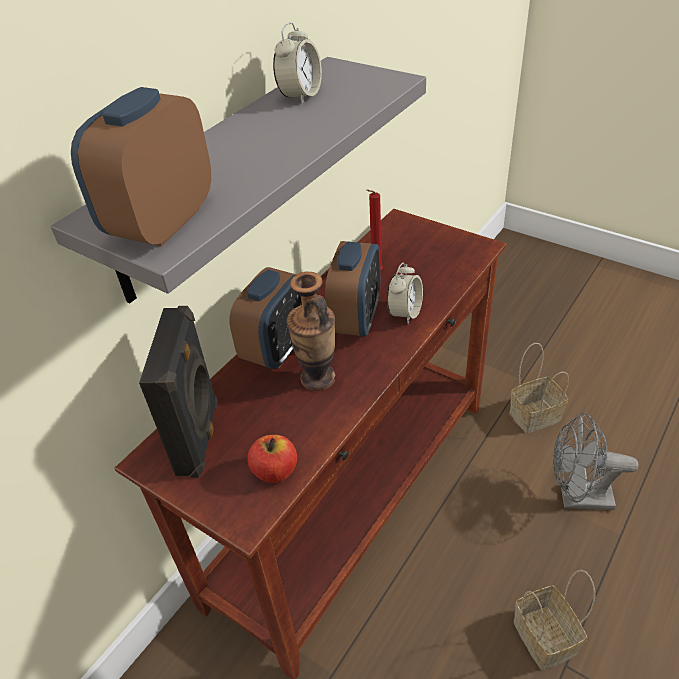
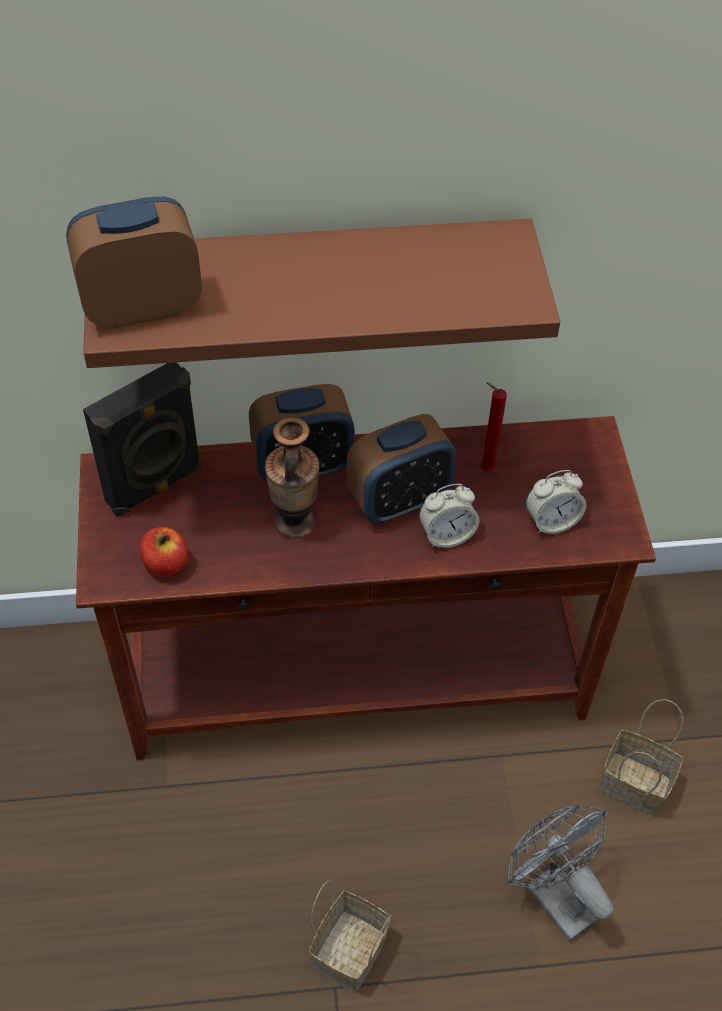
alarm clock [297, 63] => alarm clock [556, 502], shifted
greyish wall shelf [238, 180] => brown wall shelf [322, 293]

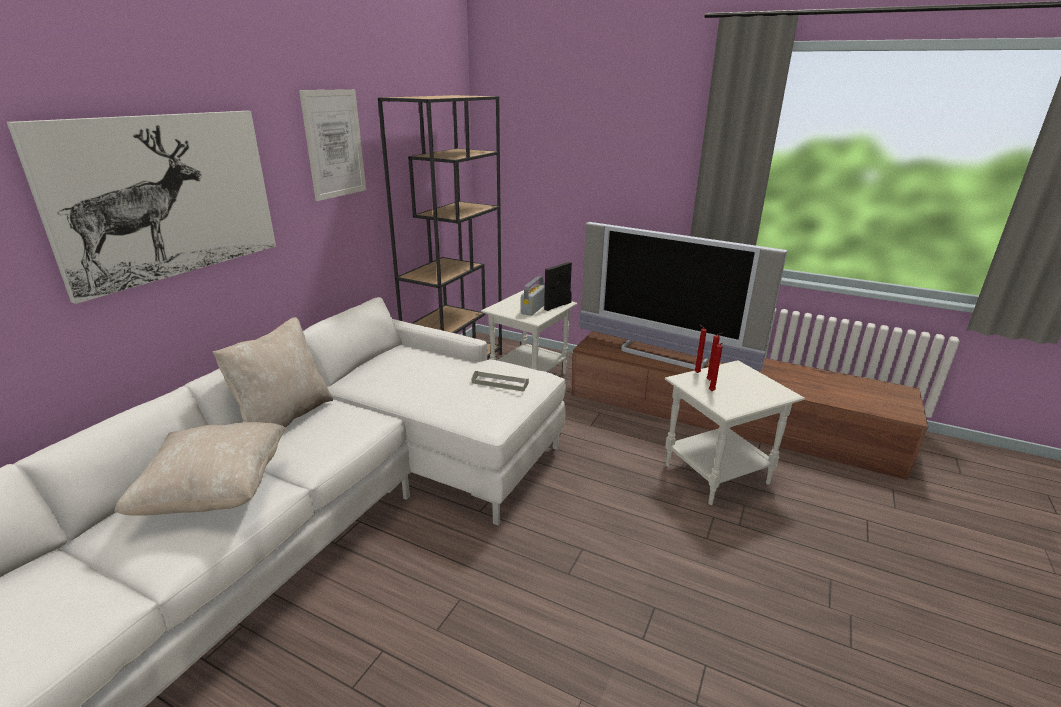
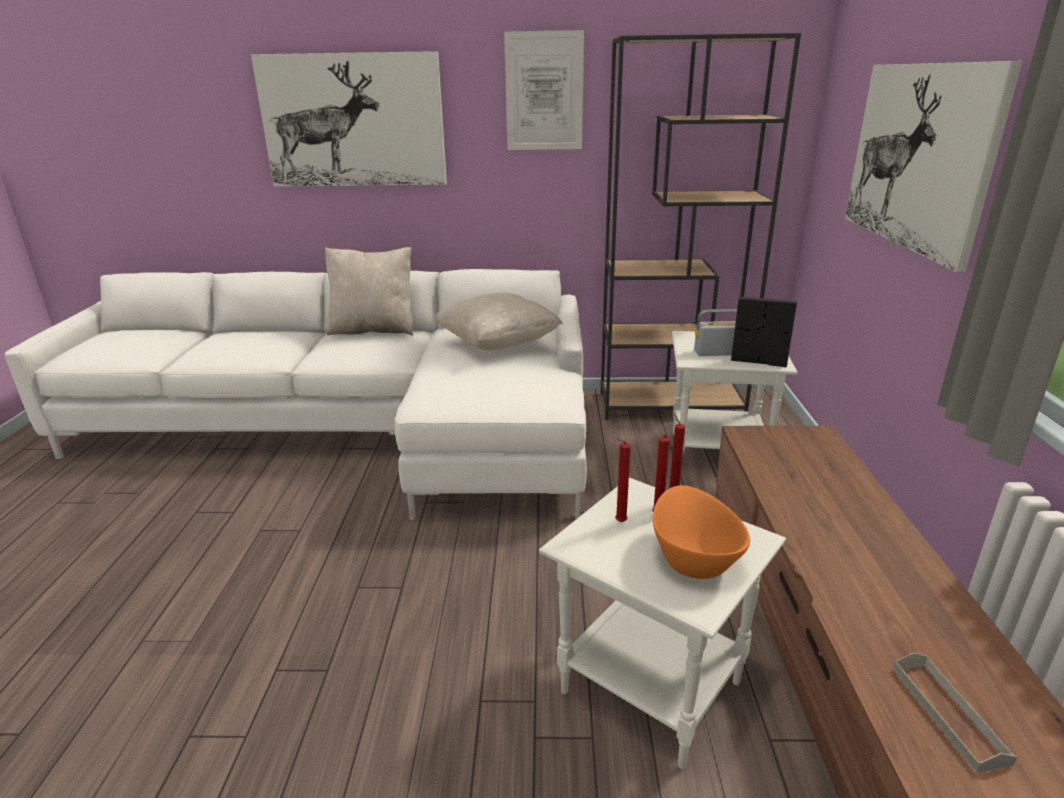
TV [683, 297] => nothing
greyish tray [500, 381] => greyish tray [955, 712], shifted
beige-coloured throw pillow [200, 469] => beige-coloured throw pillow [499, 321], shifted
nothing => wall picture [934, 166]
nothing => orangey serving bowl [701, 532]

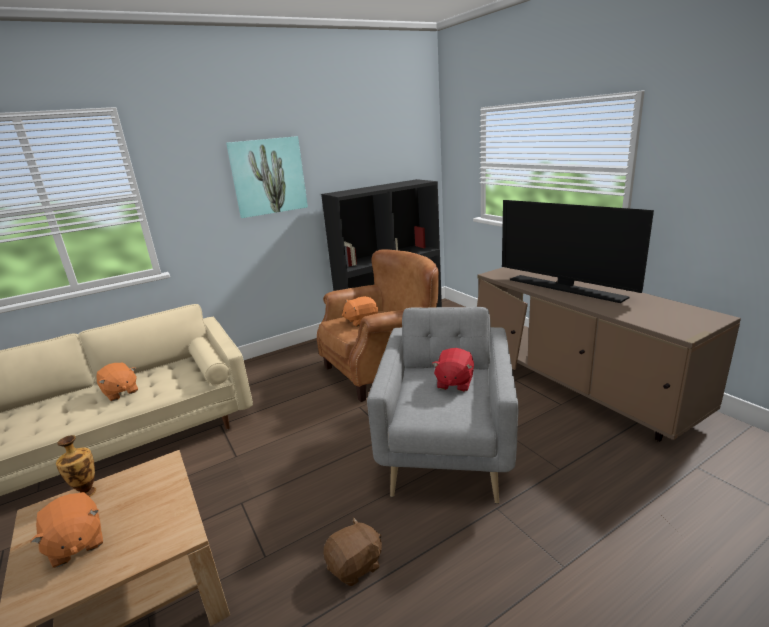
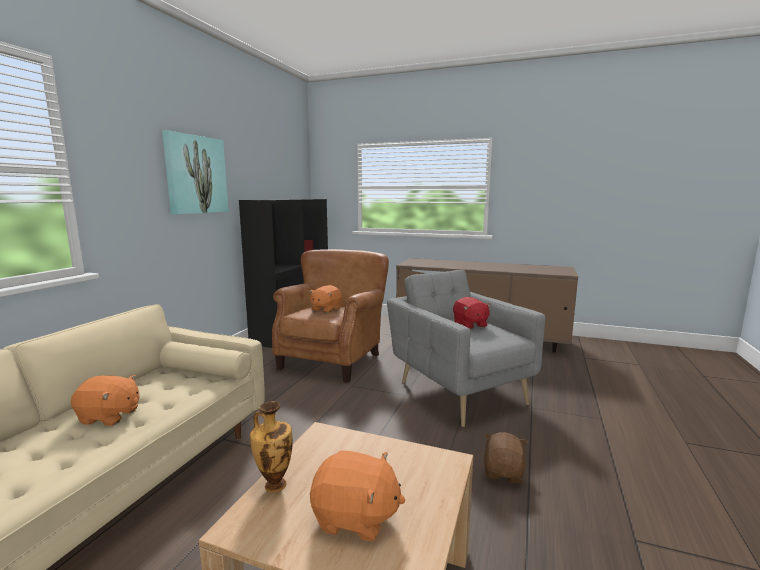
TV [578, 251] => nothing

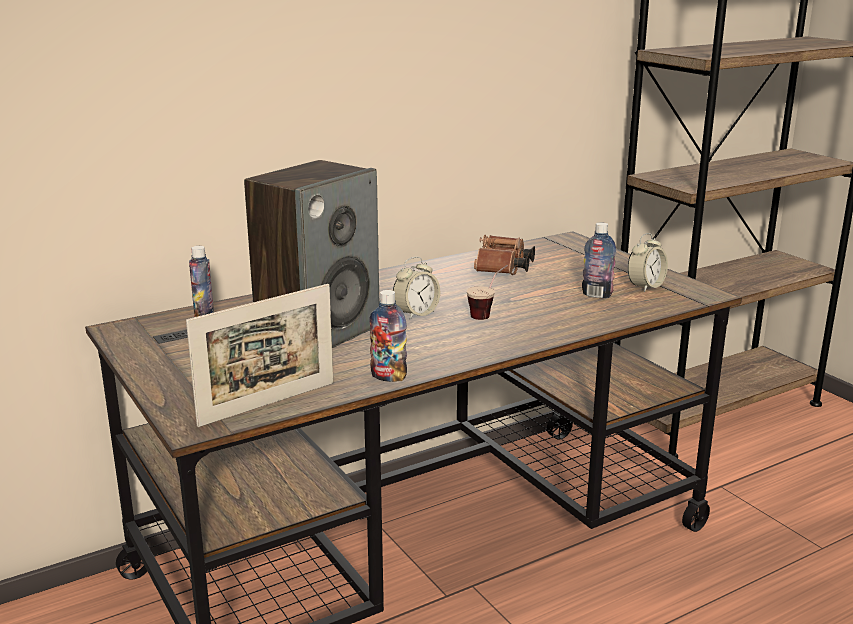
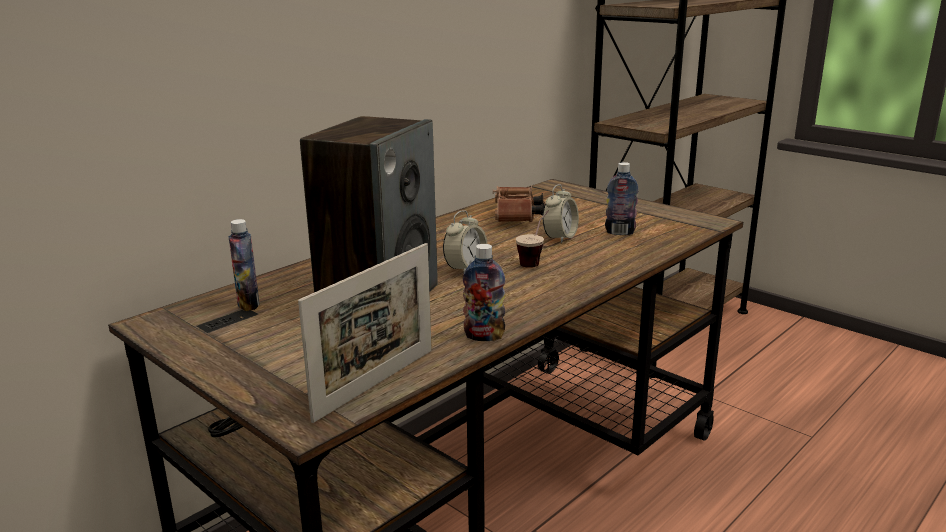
alarm clock [647, 262] => alarm clock [561, 213], shifted

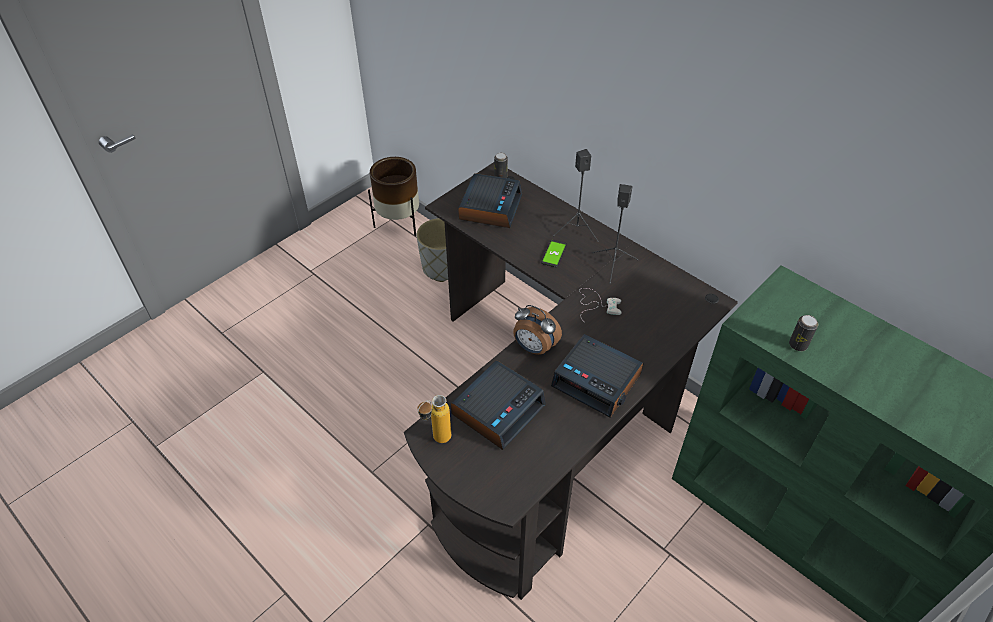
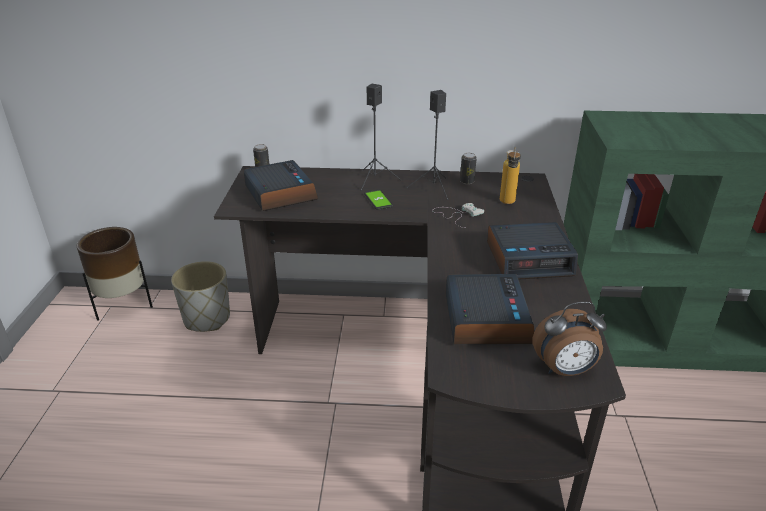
alarm clock [537, 330] => alarm clock [570, 339], shifted
metal can [803, 333] => metal can [468, 168], shifted
beverage bottle [434, 419] => beverage bottle [510, 175], shifted

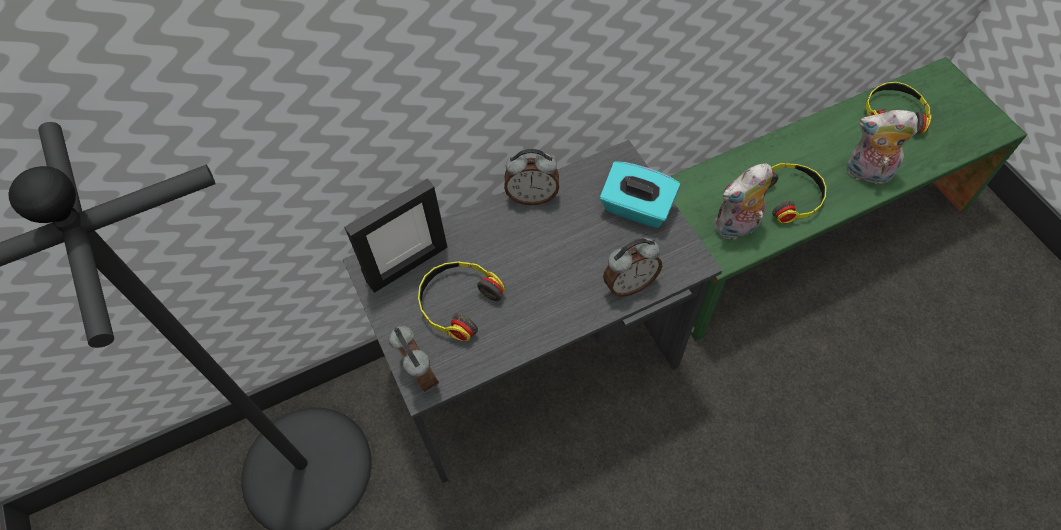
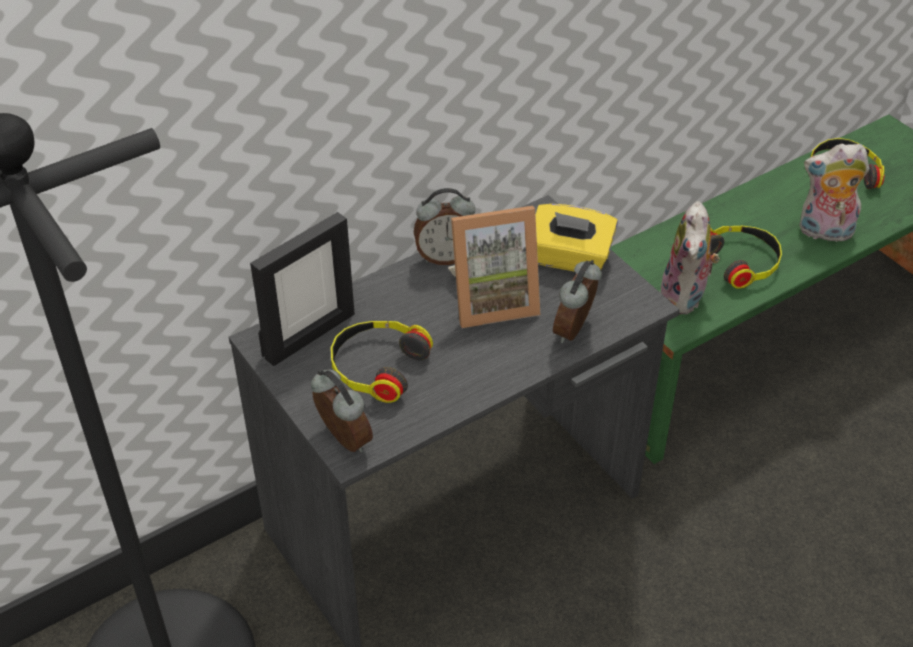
turquoise-coloured box of tissues [640, 194] => yellow-coloured box of tissues [577, 238]
soft toy [743, 201] => soft toy [689, 257], 45 degrees counterclockwise
alarm clock [632, 267] => alarm clock [577, 301], 150 degrees clockwise
nothing => picture frame [494, 267]

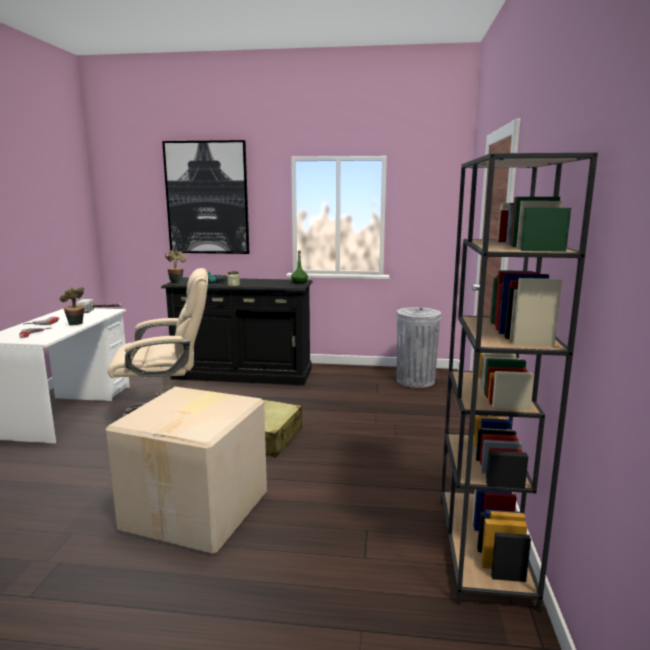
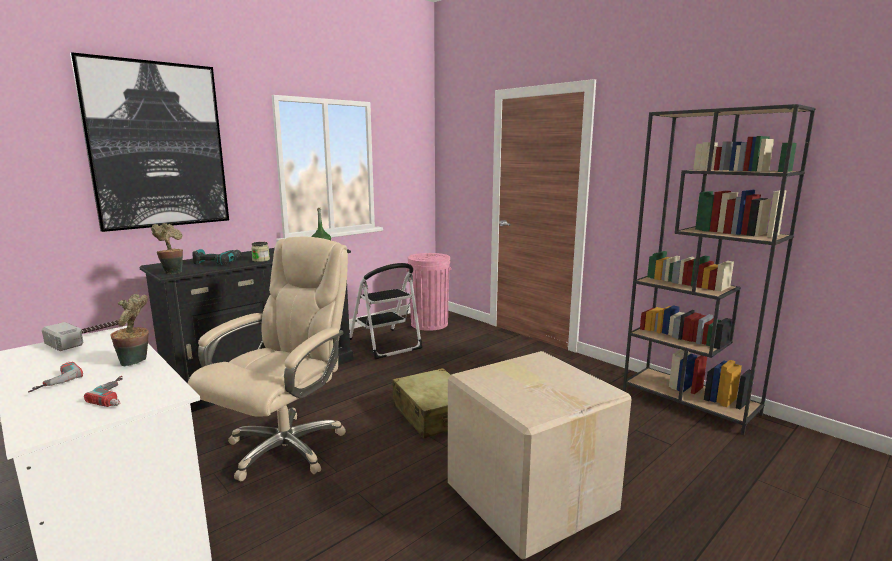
greyish waste bin [418, 347] => pink waste bin [428, 292]
nothing => step stool [386, 311]

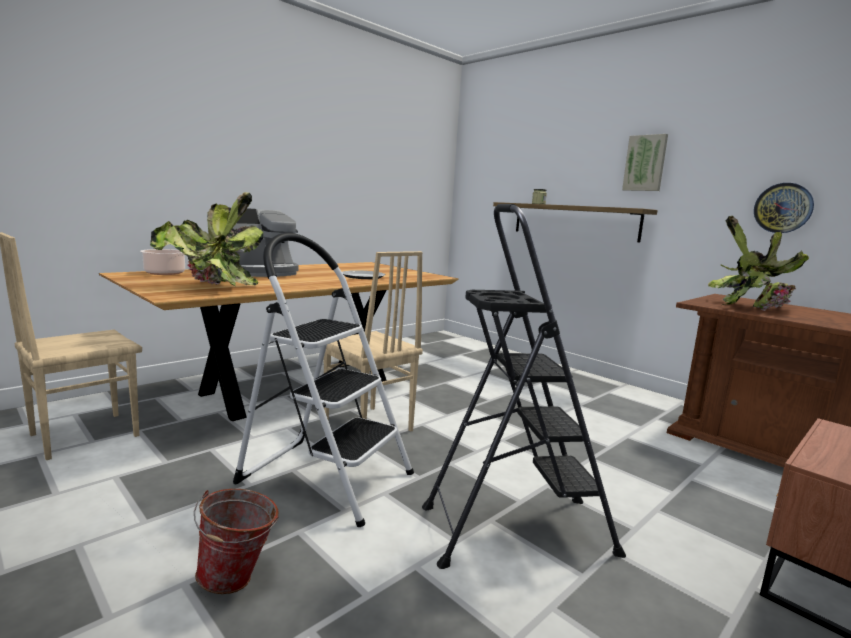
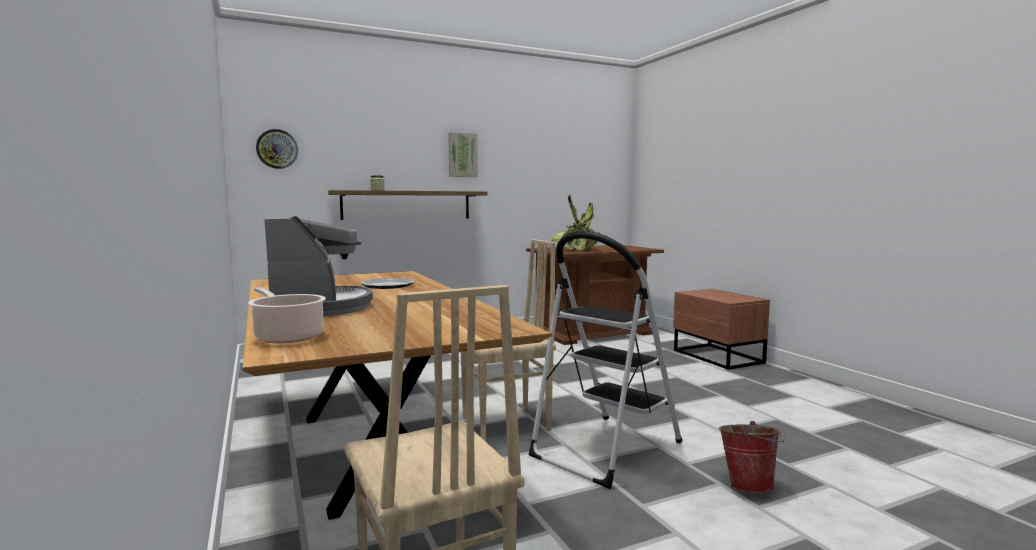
clock on the wall [784, 208] => clock on the wall [277, 149], shifted
plant in a pot [206, 239] => nothing
step stool [524, 386] => nothing

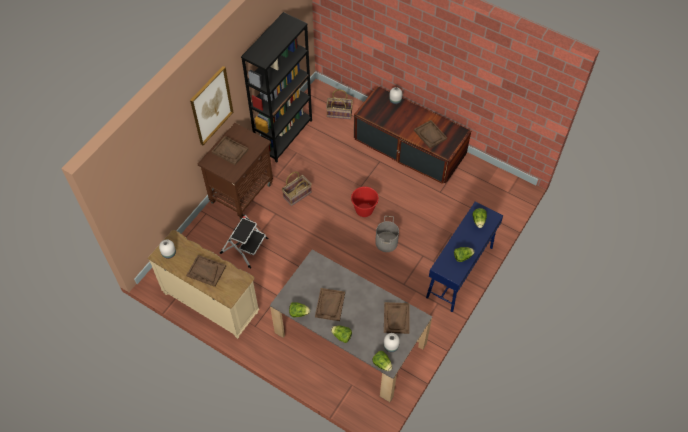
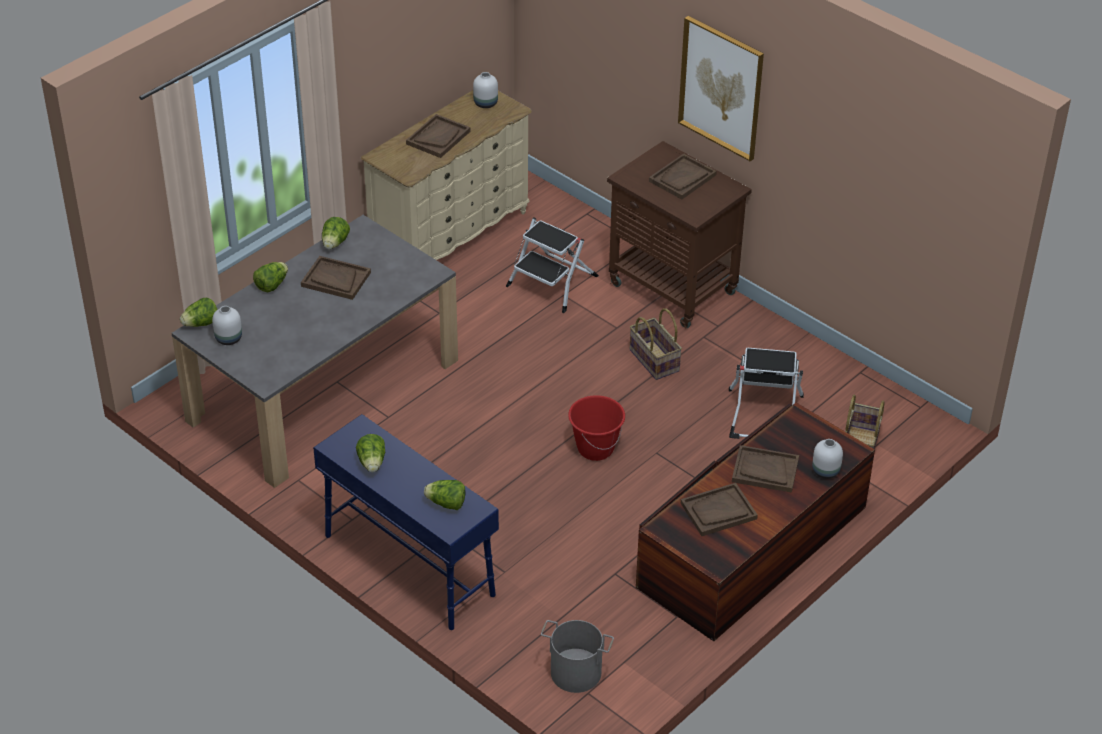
blackish bookshelf [276, 87] => nothing
greyish water bucket [387, 234] => greyish water bucket [577, 656], shifted
brown tray [397, 318] => brown tray [765, 469], shifted
nothing => step stool [766, 393]

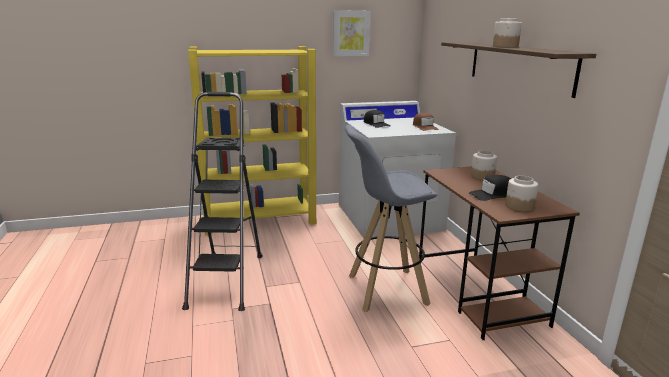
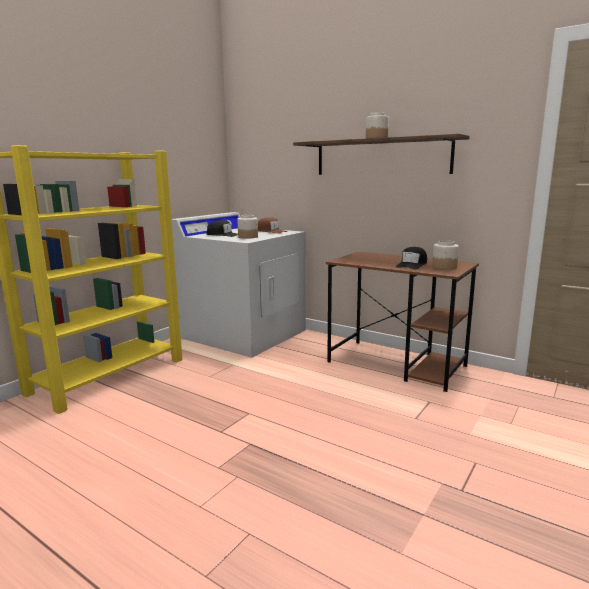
wall picture [352, 33] => nothing
step stool [222, 201] => nothing
greyish sitting stool [391, 218] => nothing
jar [484, 165] => jar [247, 227], shifted

